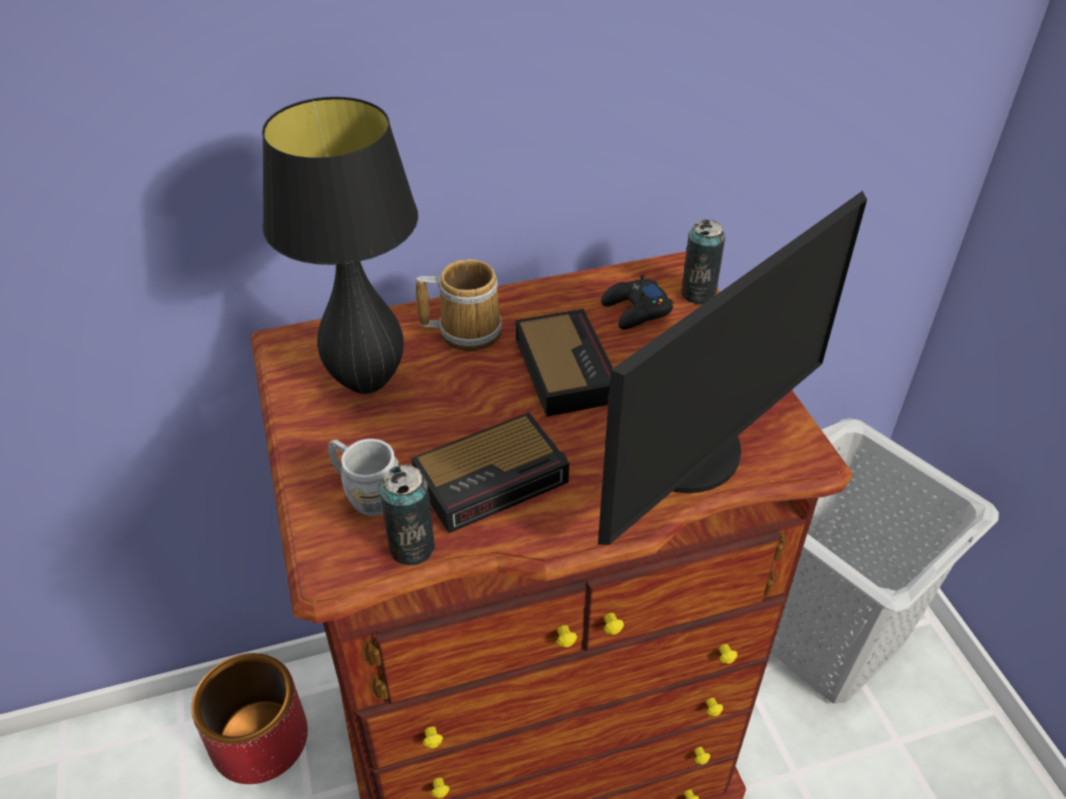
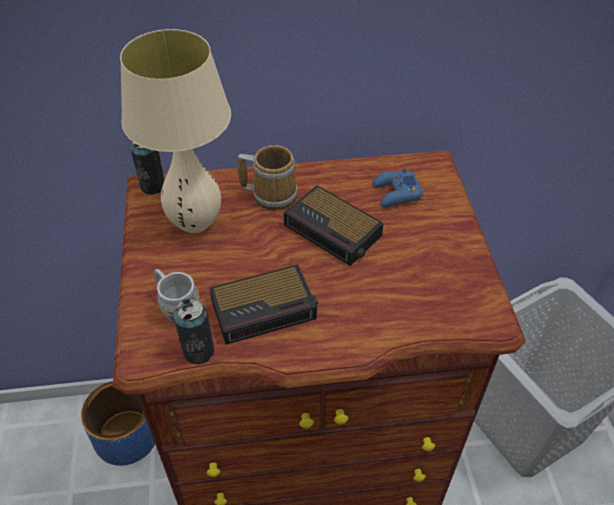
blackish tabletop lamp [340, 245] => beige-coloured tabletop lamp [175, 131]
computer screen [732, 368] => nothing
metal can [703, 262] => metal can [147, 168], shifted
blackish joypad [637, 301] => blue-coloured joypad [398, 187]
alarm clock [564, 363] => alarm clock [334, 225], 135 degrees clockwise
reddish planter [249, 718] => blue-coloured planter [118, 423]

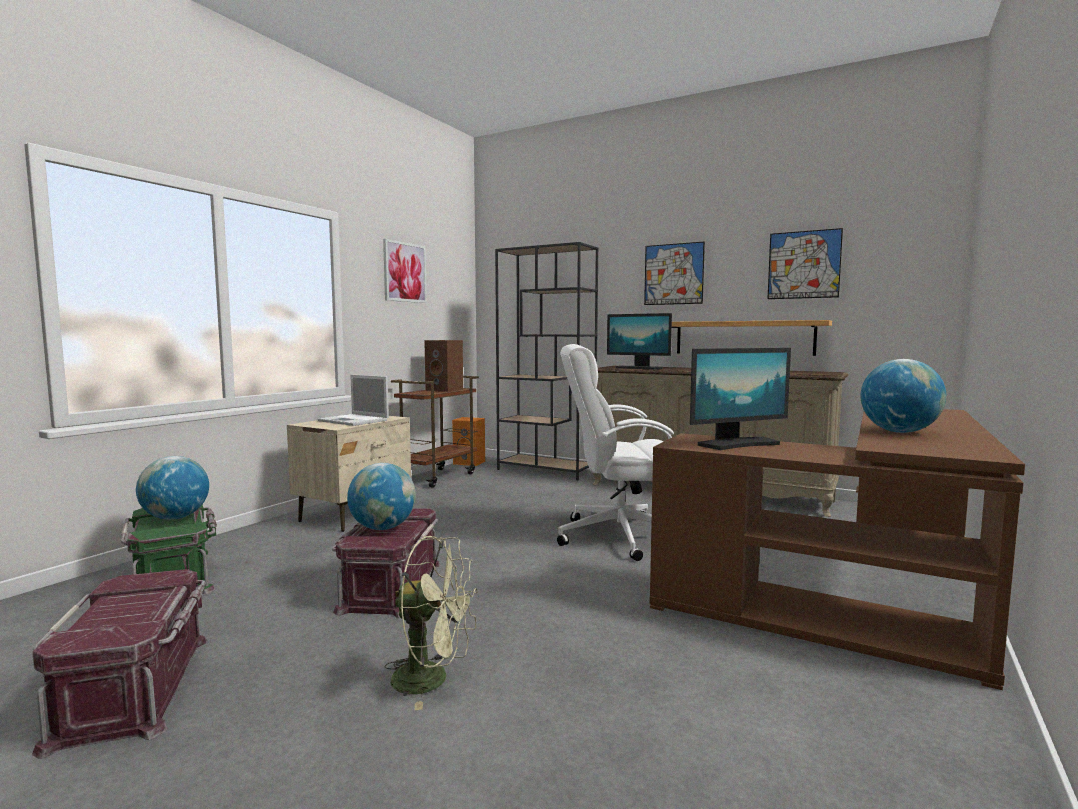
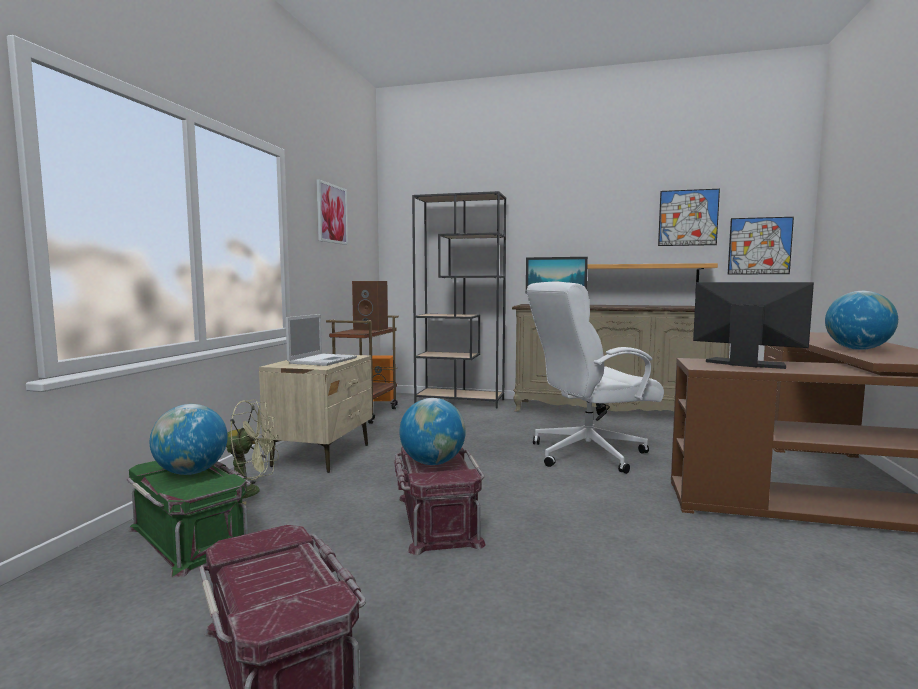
wall picture [674, 273] => wall picture [761, 245], shifted
computer screen [740, 399] => computer screen [753, 325], 105 degrees counterclockwise
laptop [353, 400] => laptop [321, 340], 90 degrees counterclockwise
greenish fan [431, 623] => greenish fan [252, 452], shifted

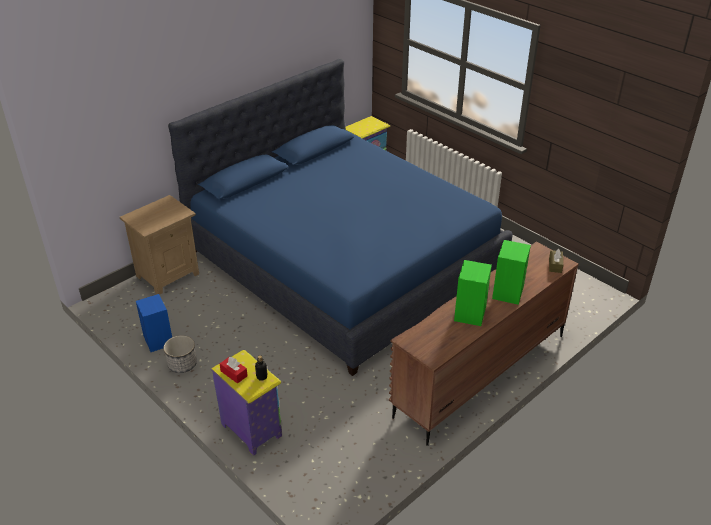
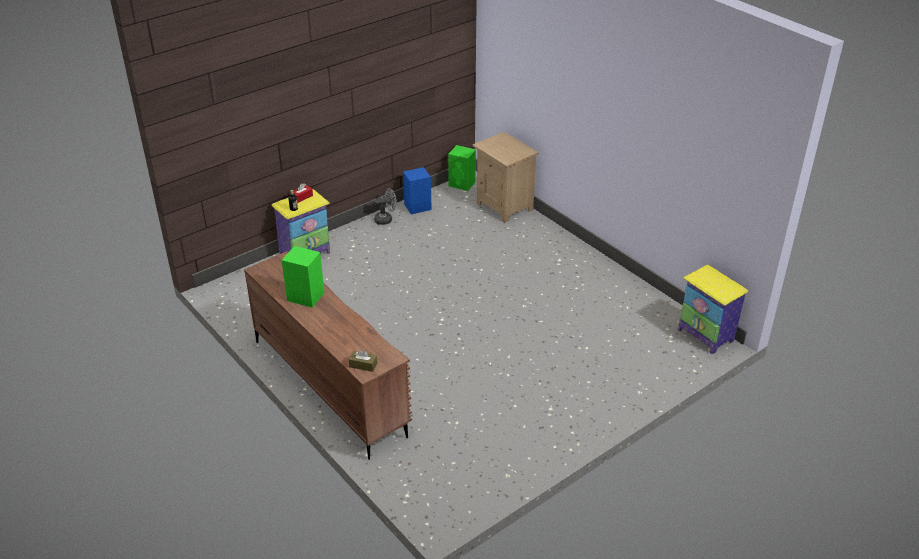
blue-coloured sleeping bed [340, 217] => nothing
greenish loudspeaker [511, 272] => greenish loudspeaker [462, 168], shifted
planter [180, 354] => greyish fan [385, 206]

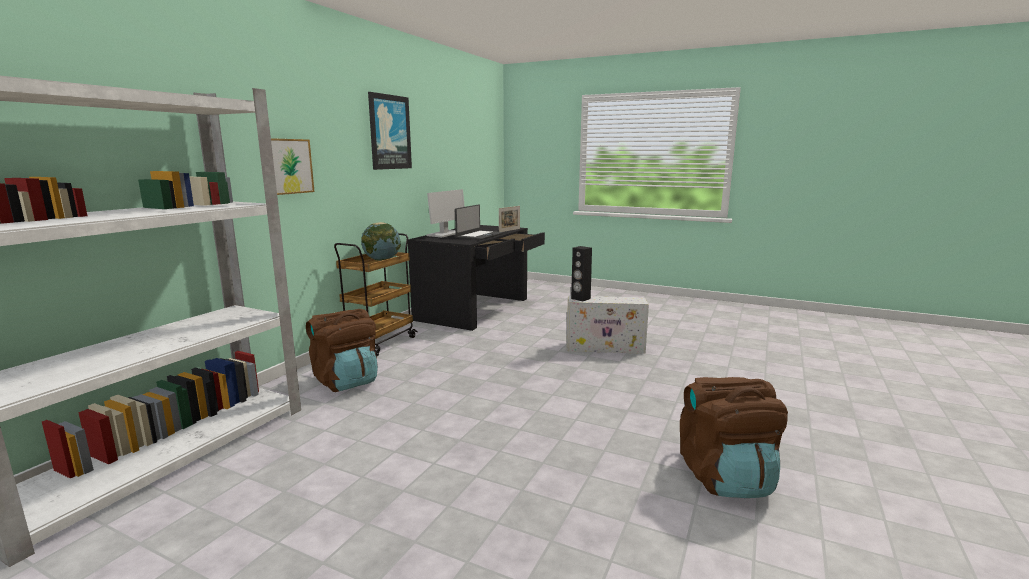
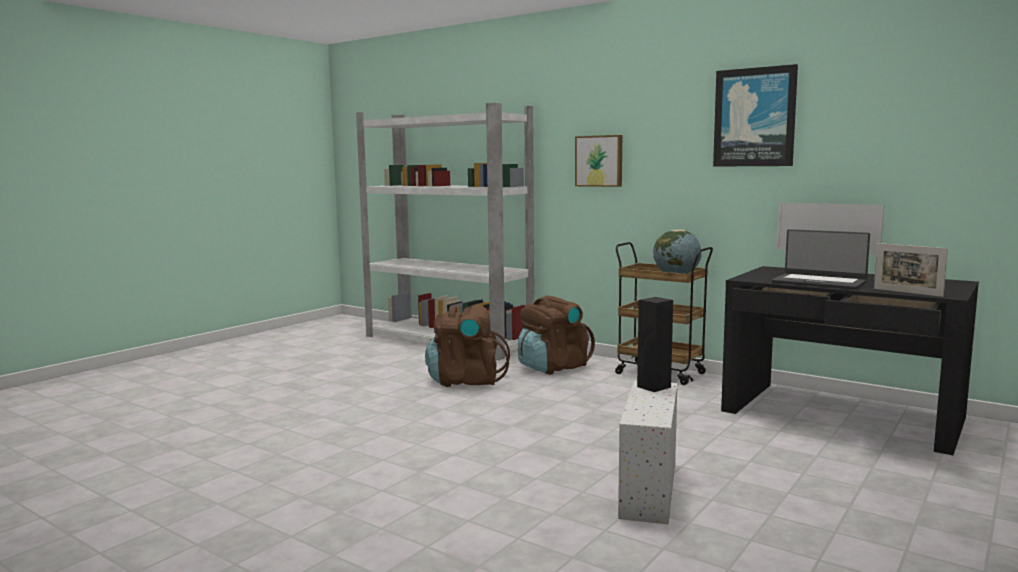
brown backpack [734, 437] => brown backpack [467, 345], shifted

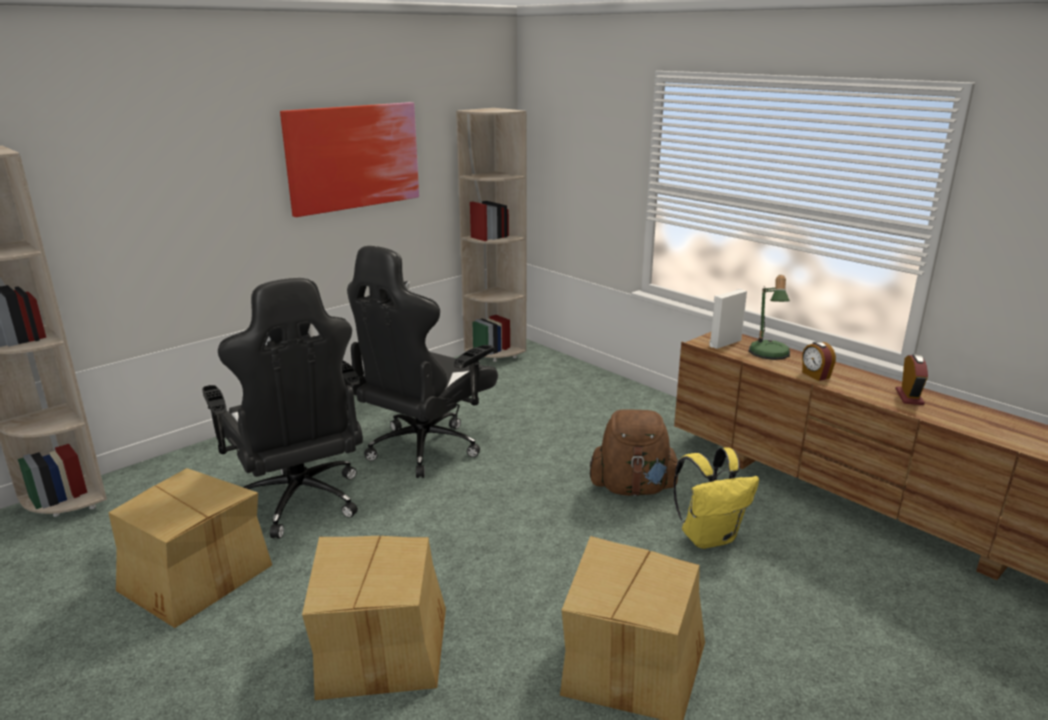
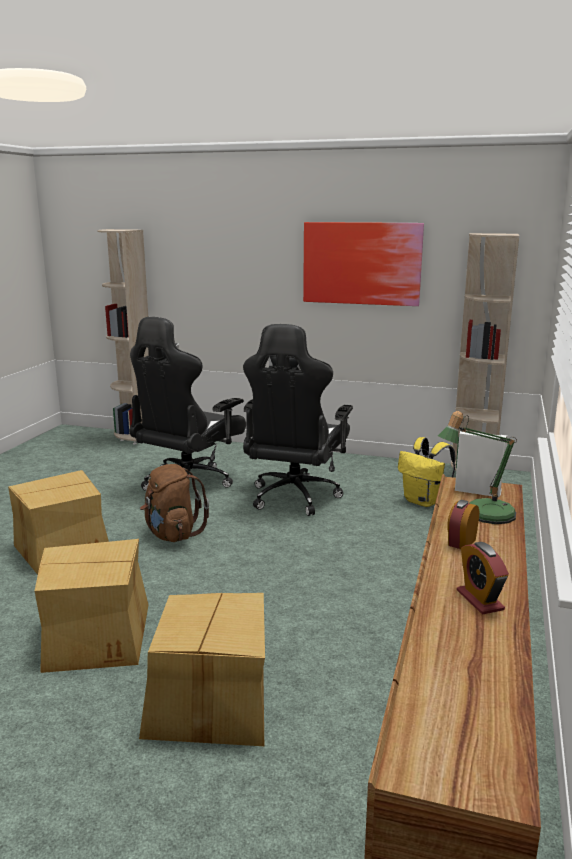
blackish desk chair [422, 362] => blackish desk chair [298, 420], 75 degrees counterclockwise
alarm clock [911, 379] => alarm clock [483, 578], 90 degrees clockwise
brown backpack [634, 452] => brown backpack [174, 503], shifted
yellow-coloured backpack [716, 498] => yellow-coloured backpack [426, 472], shifted
packing box [190, 548] => packing box [202, 669], shifted

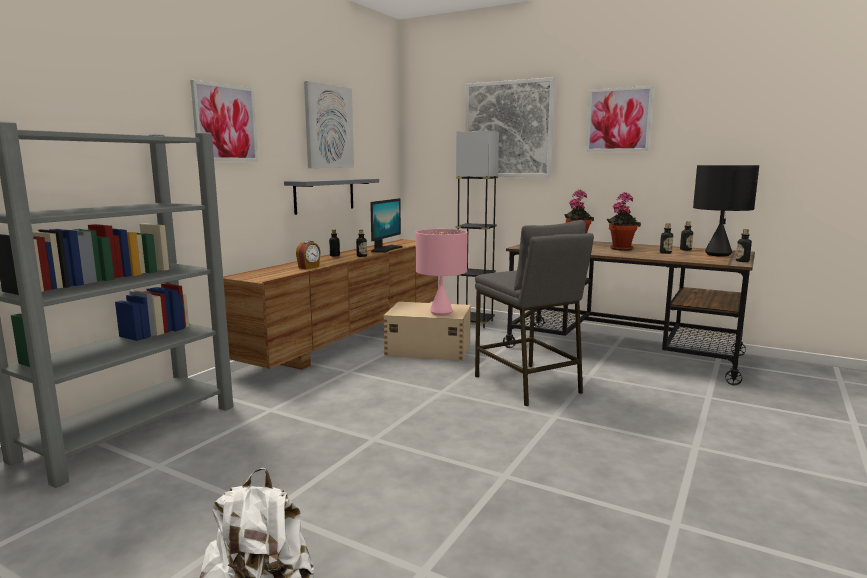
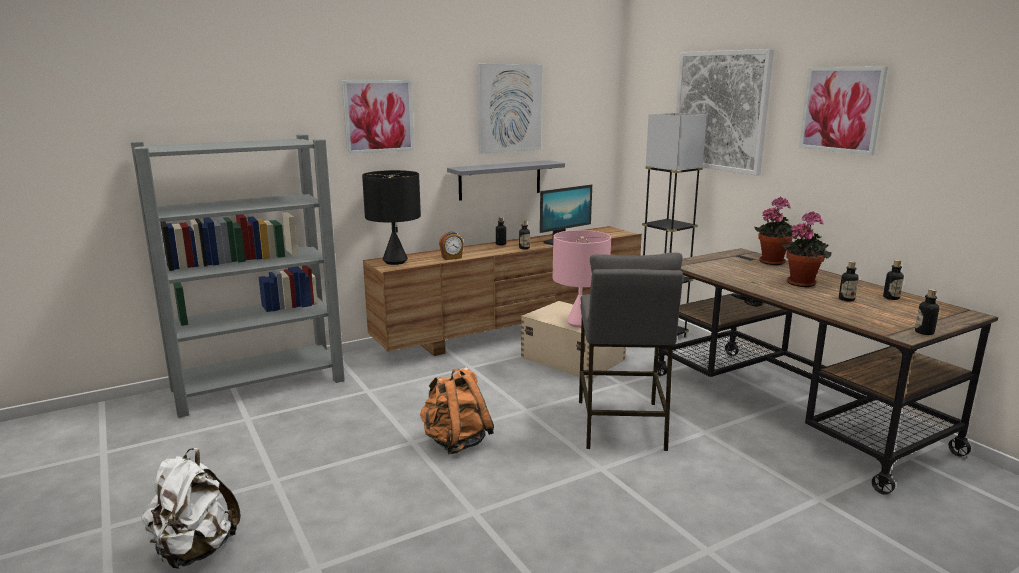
blackish tabletop lamp [726, 211] => blackish tabletop lamp [391, 217], shifted
nothing => orangey backpack [457, 410]

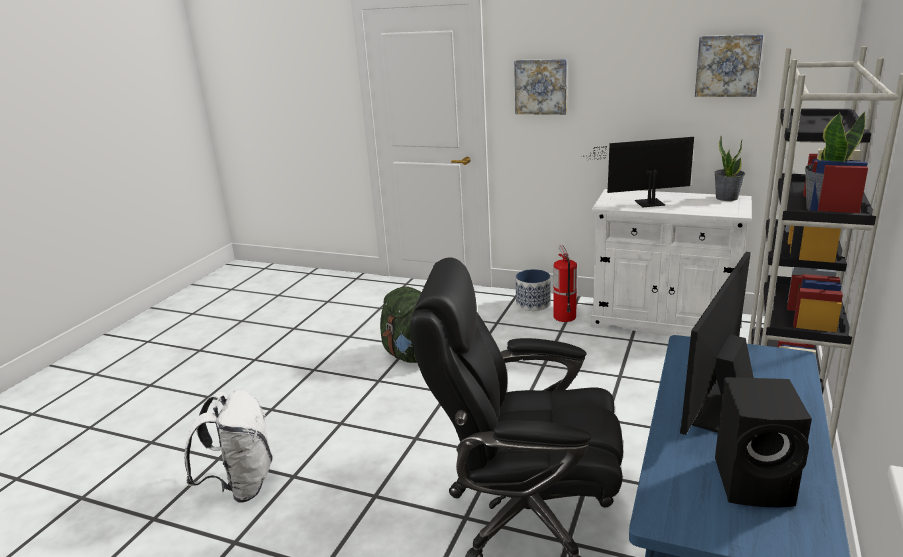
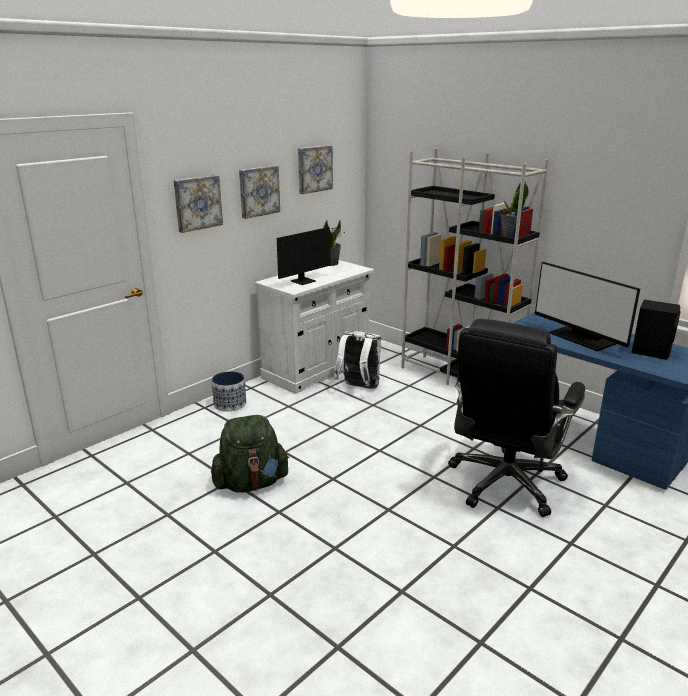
computer screen [638, 172] => computer screen [311, 256], 150 degrees counterclockwise
fire extinguisher [565, 283] => nothing
white backpack [229, 446] => white backpack [358, 360], shifted
nothing => wall picture [259, 192]

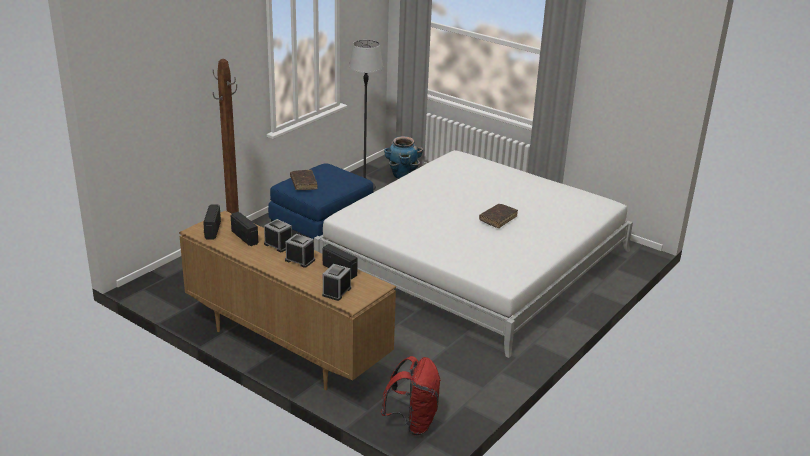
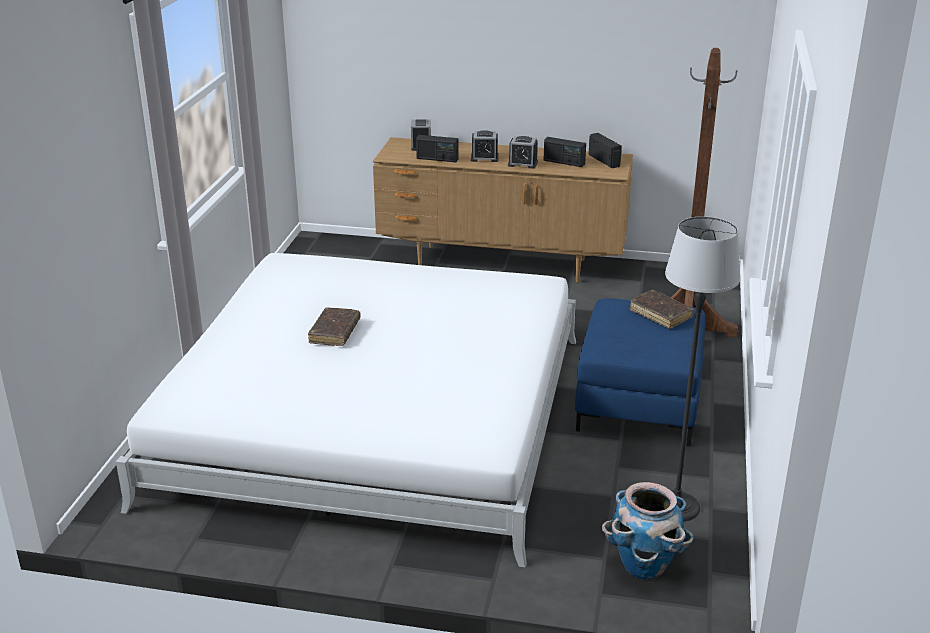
reddish backpack [411, 395] => nothing

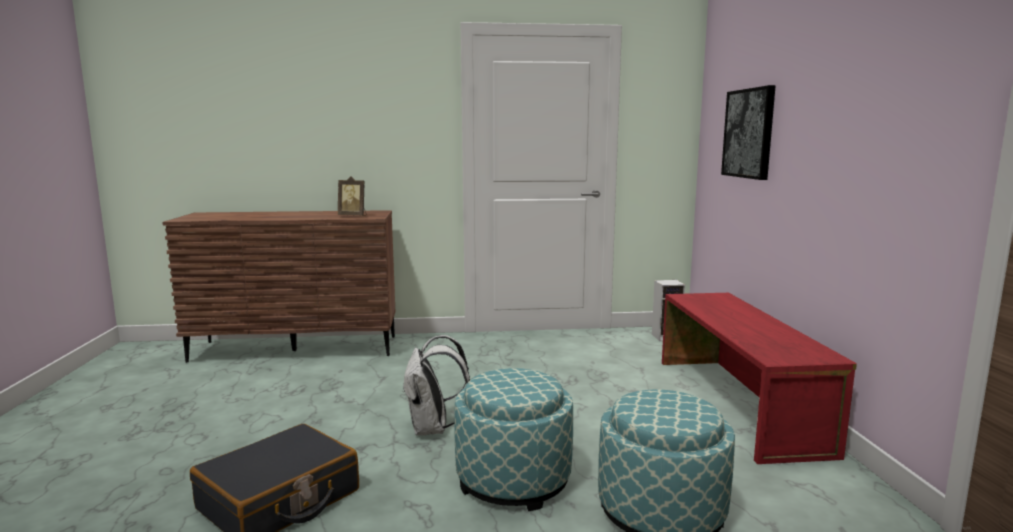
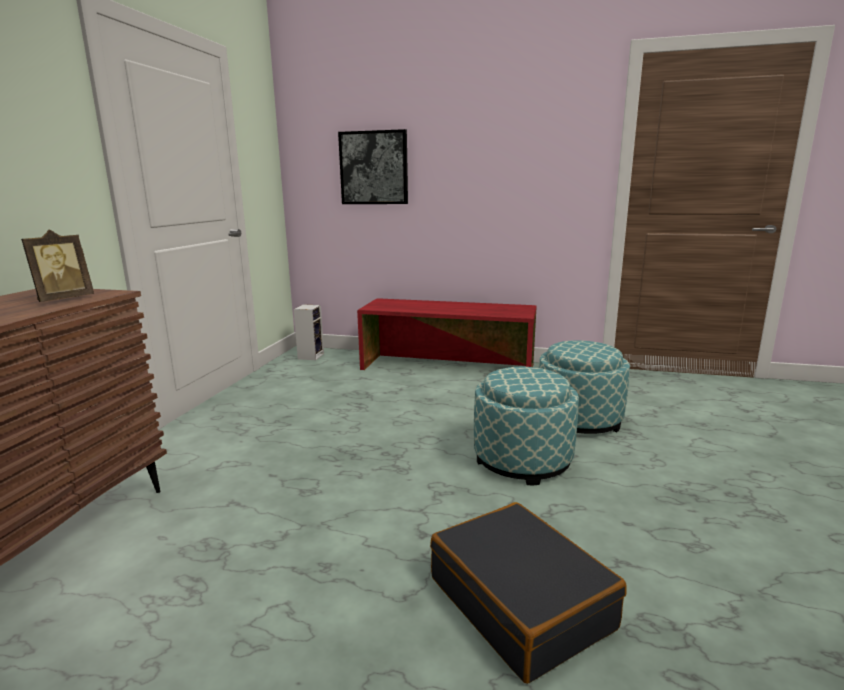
white backpack [436, 385] => nothing

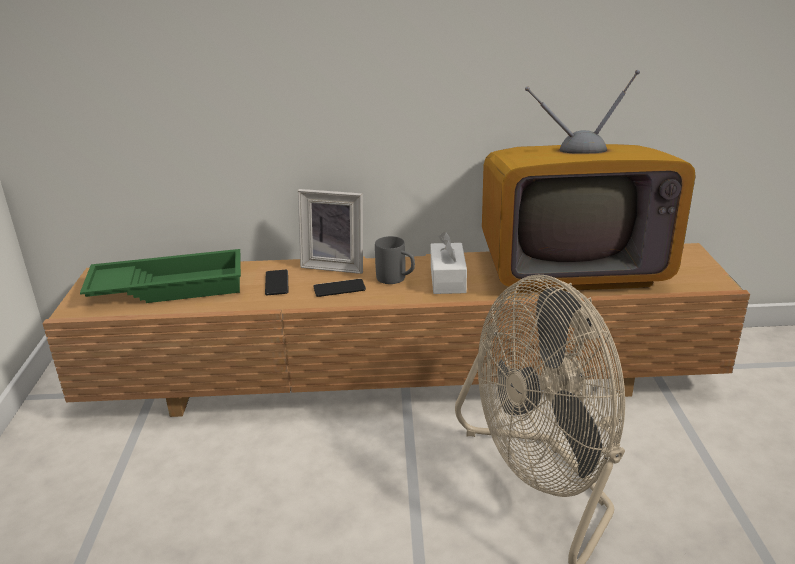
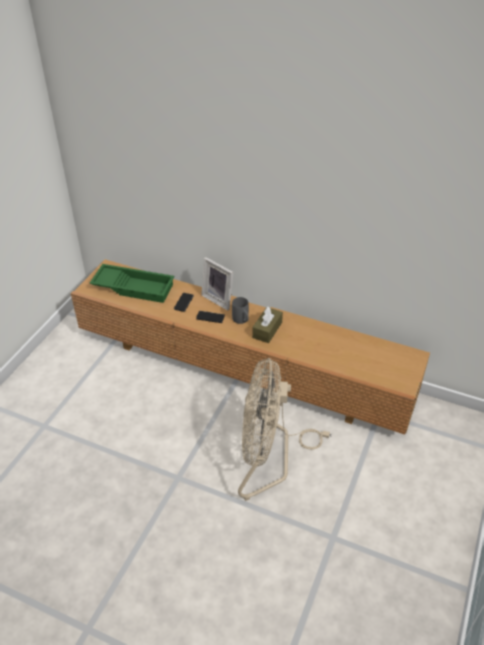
TV [589, 181] => nothing
white box of tissues [449, 263] => brown box of tissues [267, 325]

